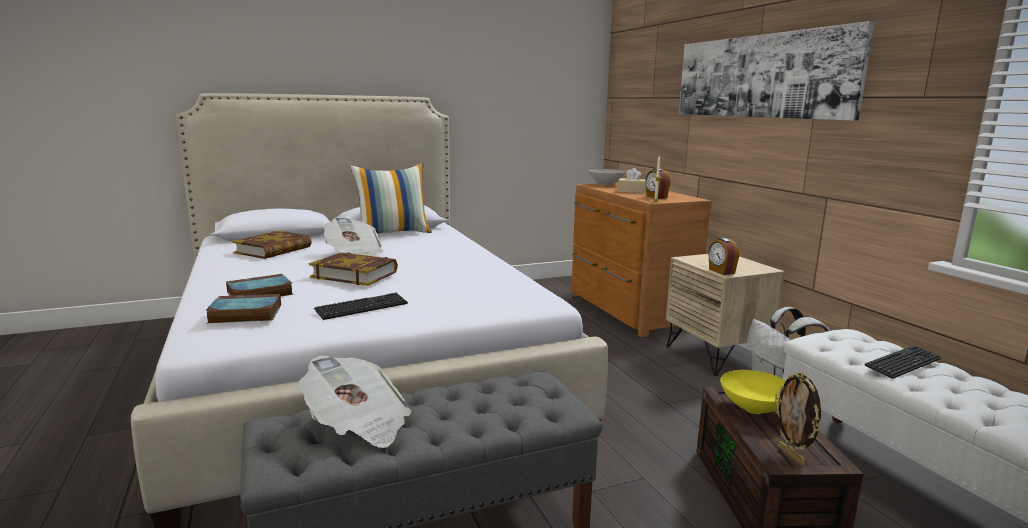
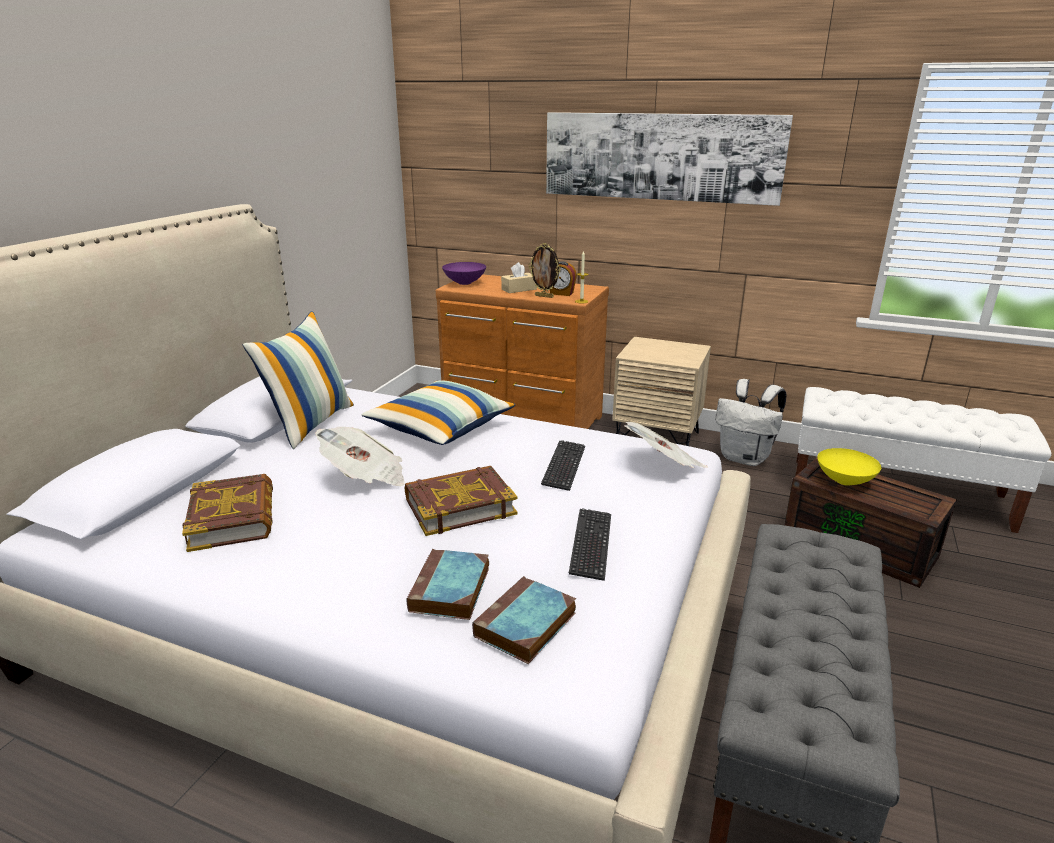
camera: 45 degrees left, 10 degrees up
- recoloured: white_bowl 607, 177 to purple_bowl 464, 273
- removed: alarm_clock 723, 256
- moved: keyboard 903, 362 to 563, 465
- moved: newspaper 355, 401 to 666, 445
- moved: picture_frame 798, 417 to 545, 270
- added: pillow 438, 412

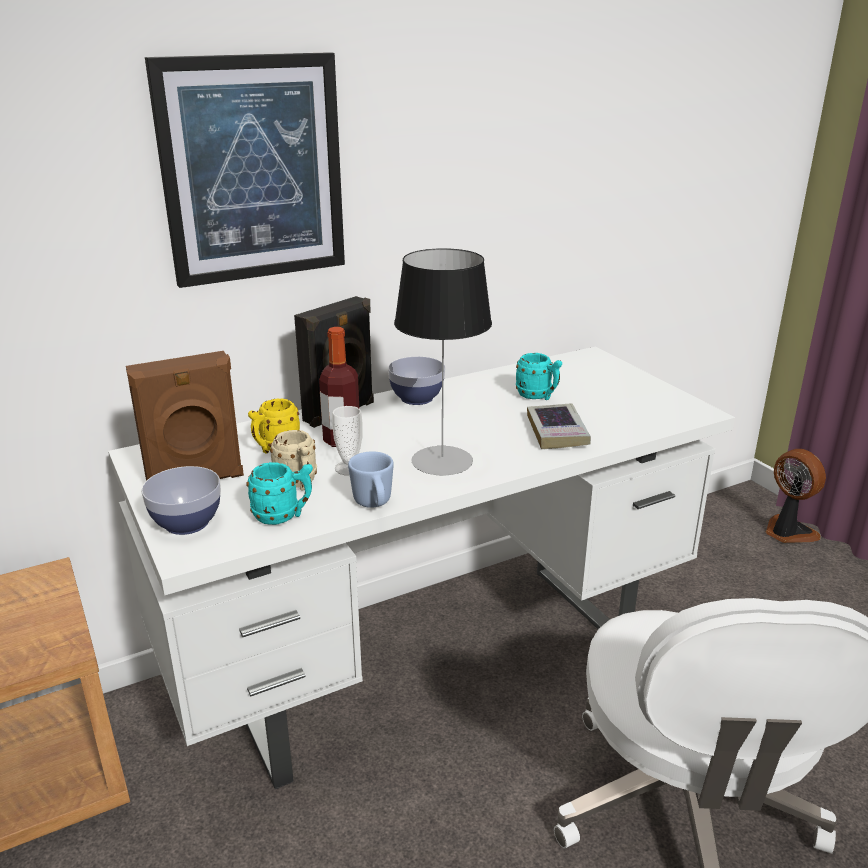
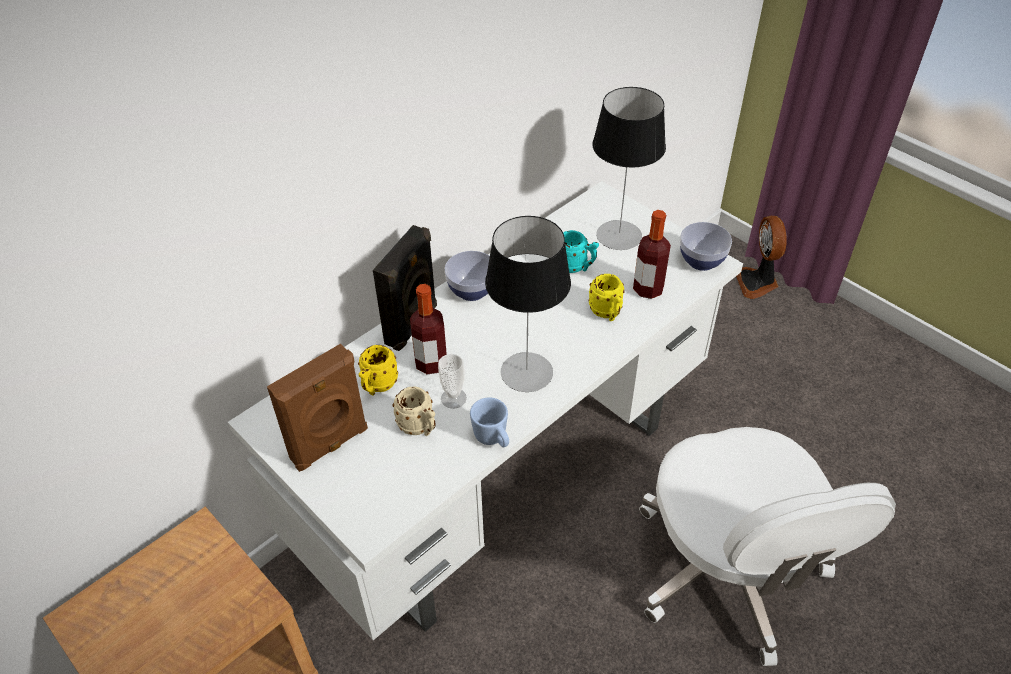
camera: 15 degrees left, 20 degrees up
- removed: picture 245, 170
- replaced: book 559, 426 to yellow_mug 607, 297
- turned: fan 795, 496 = 761, 257 135 degrees counterclockwise
- removed: turquoise_mug 280, 493
- moved: bowl 181, 500 to 706, 246
- added: table_lamp 629, 168
- added: bottle 652, 254

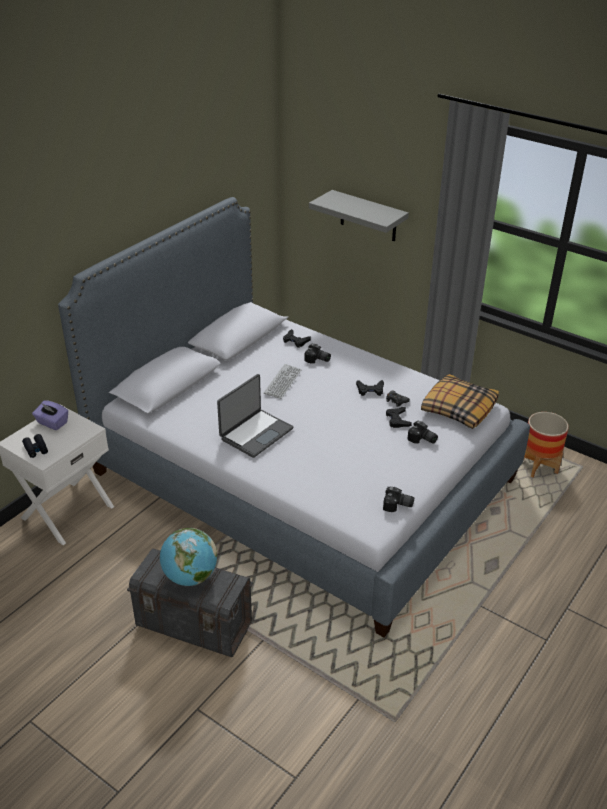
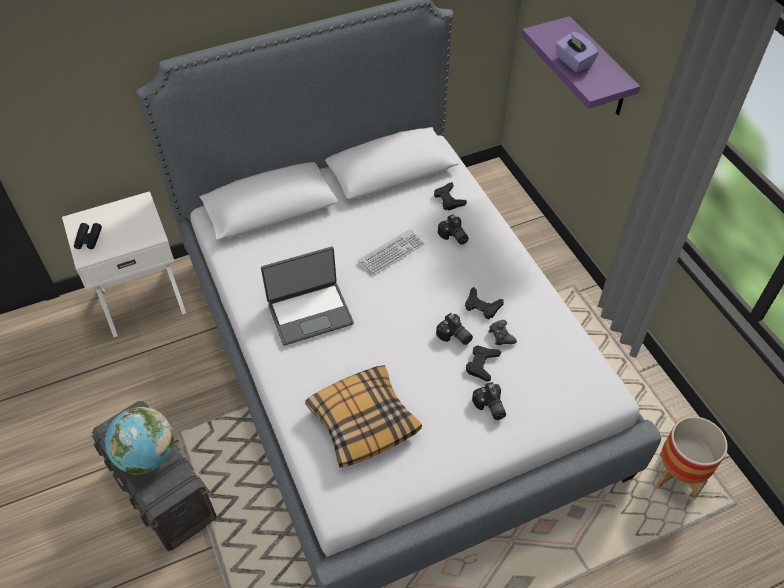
camera: 30 degrees right, 15 degrees up
- recoloured: grey_shelf 359, 215 to purple_shelf 580, 65
- moved: pillow 460, 401 to 363, 416
- moved: purple_tissue_box 50, 415 to 577, 52
- moved: photo_camera 398, 499 to 454, 329

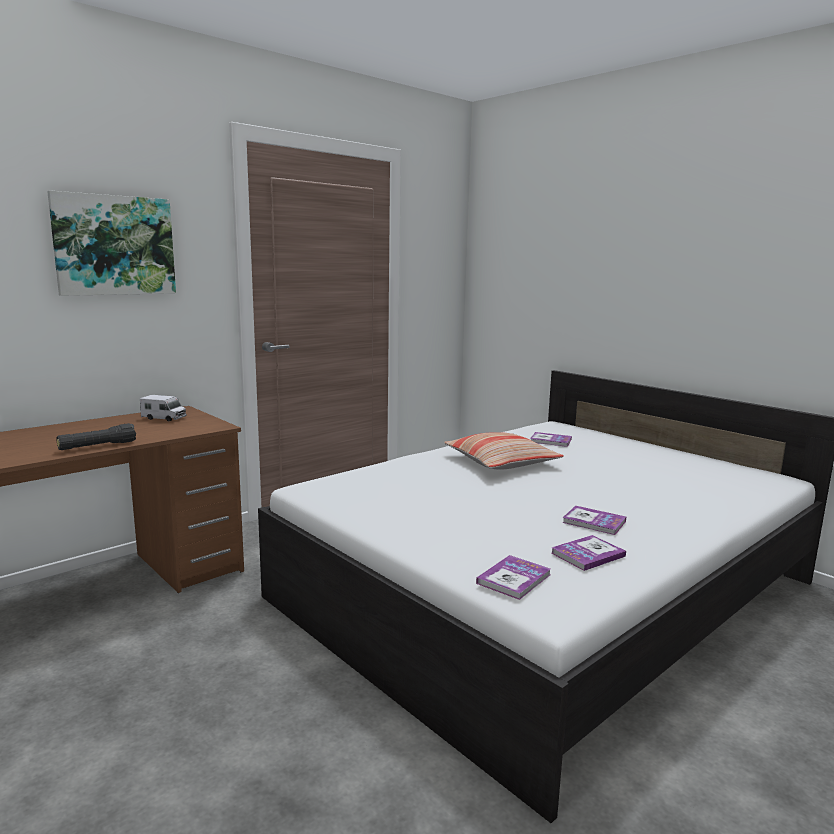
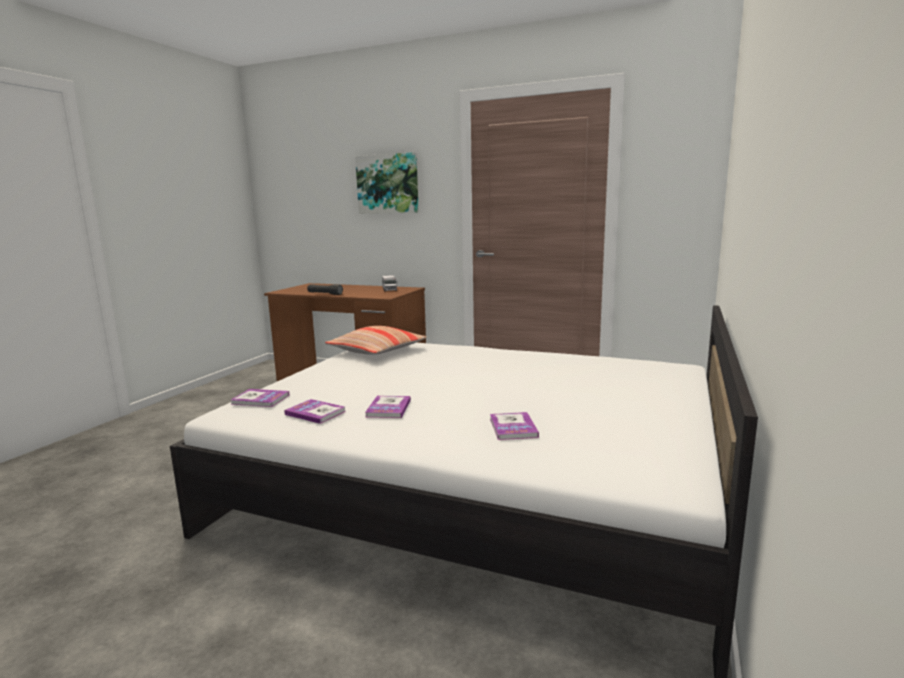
camera: 65 degrees right, 0 degrees up
- moved: pillow 504, 451 to 376, 340
- moved: book 551, 439 to 514, 426

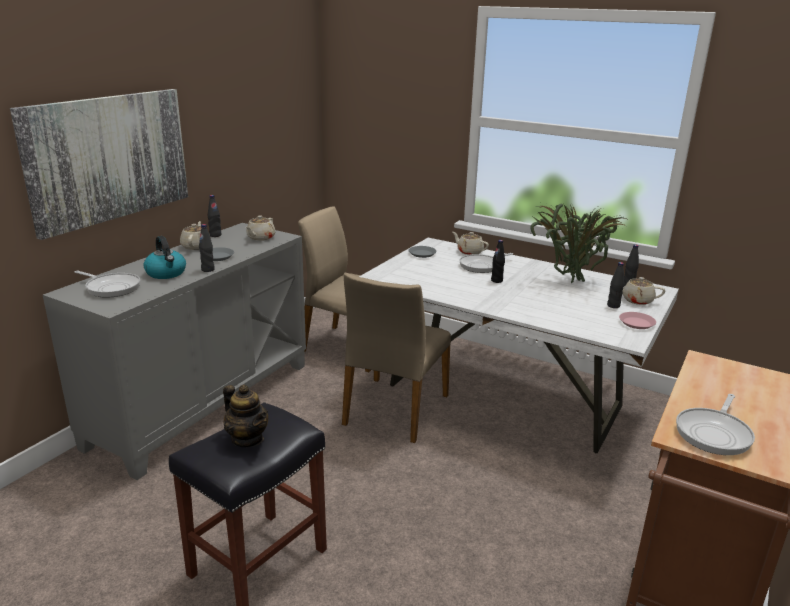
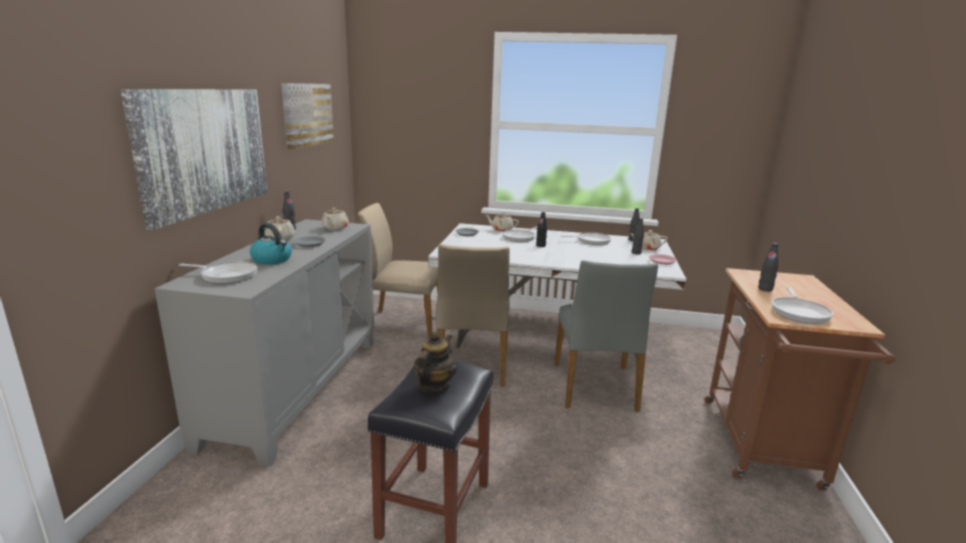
camera: 20 degrees left, 5 degrees down
- replaced: potted_plant 578, 242 to frying_pan 586, 238
- moved: black_bottle 207, 248 to 768, 267
- turned: teapot 245, 416 = 435, 362 90 degrees counterclockwise
- added: picture 307, 116
- added: grey_chair 606, 336

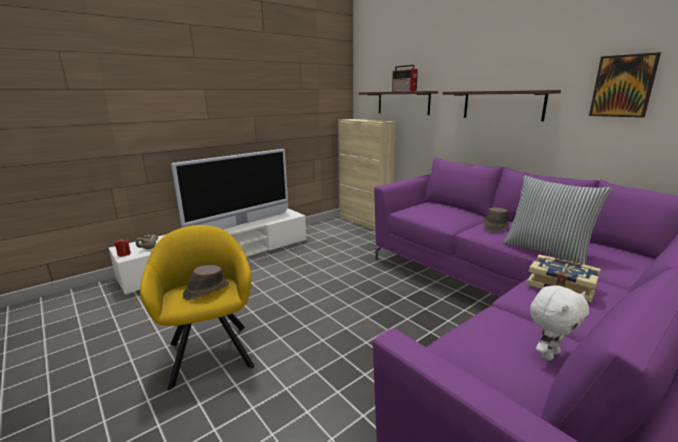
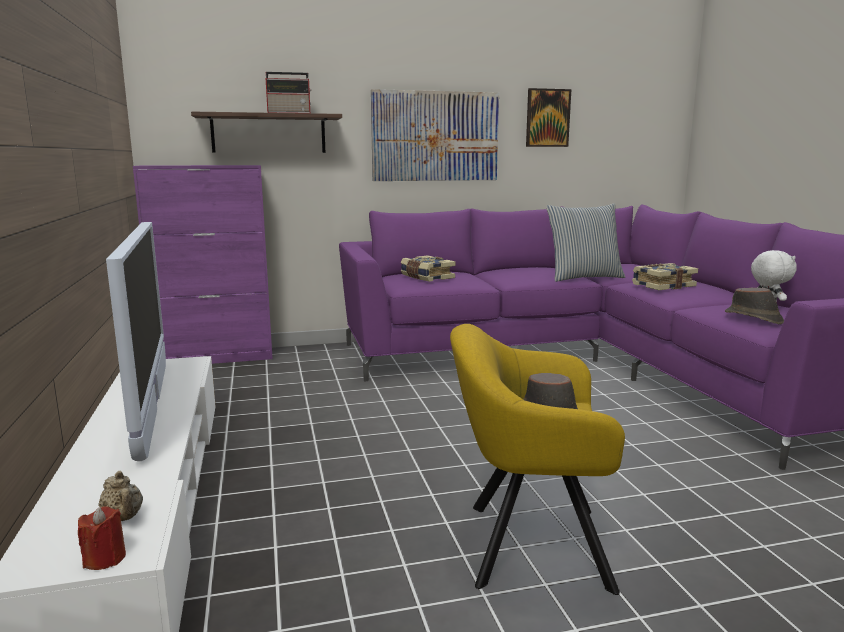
camera: 65 degrees left, 5 degrees down
- replaced: shelf 502, 105 to picture 435, 135
- recoloured: beige_cabinet 367, 174 to purple_cabinet 203, 264
- moved: brown_hat 496, 219 to 754, 306
- added: book 428, 268

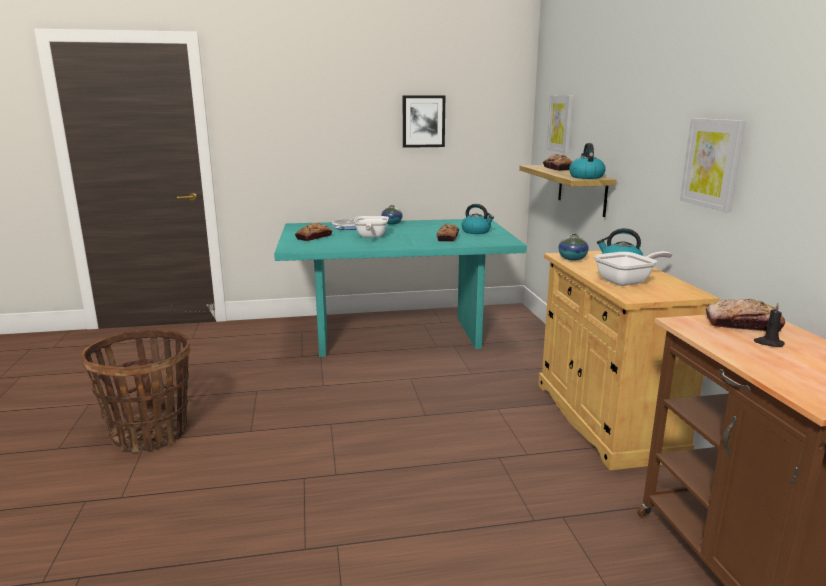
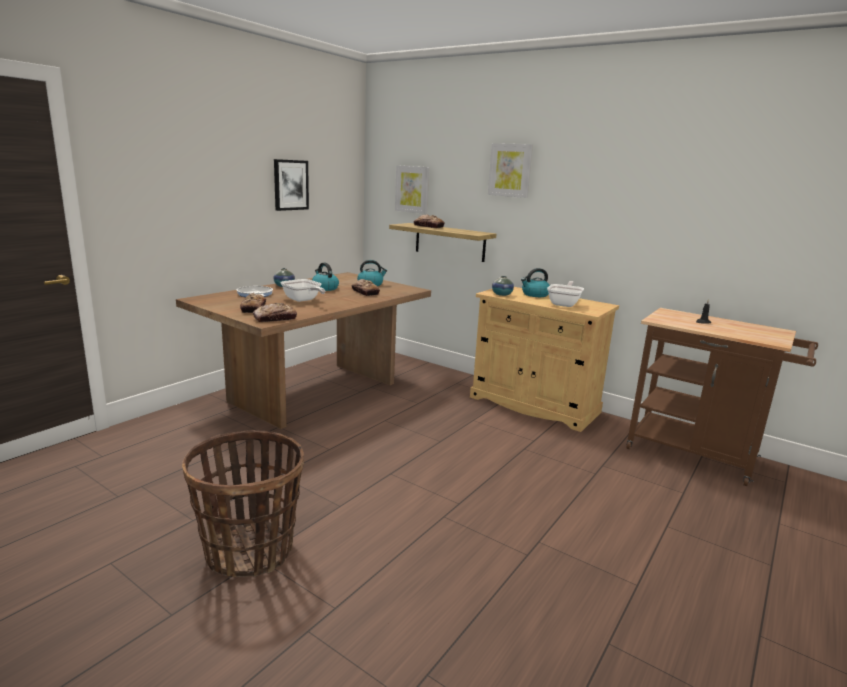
camera: 45 degrees left, 0 degrees up
- moved: picture 713, 165 to 510, 170
- moved: kettle 587, 161 to 325, 277
- recoloured: turquoise_dining_table 400, 288 to brown_dining_table 303, 350
- moved: bread 745, 315 to 275, 312

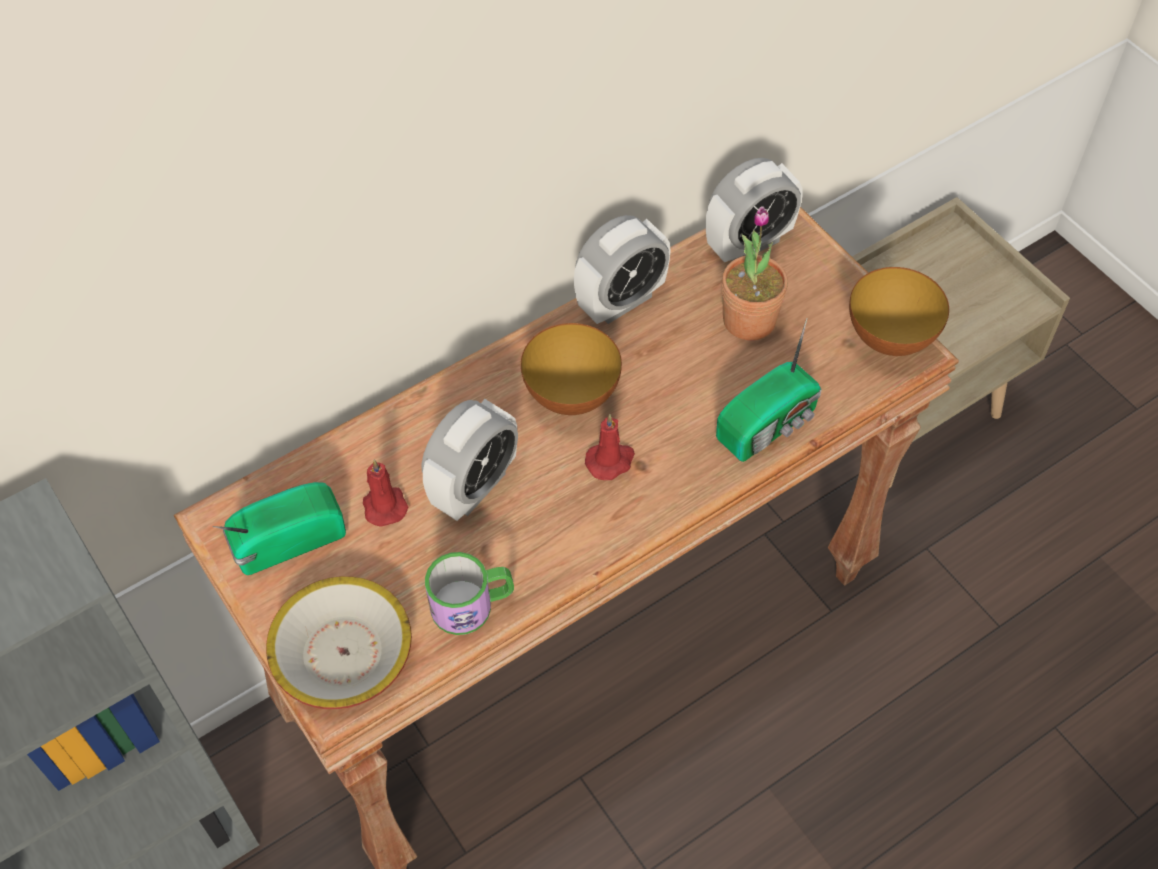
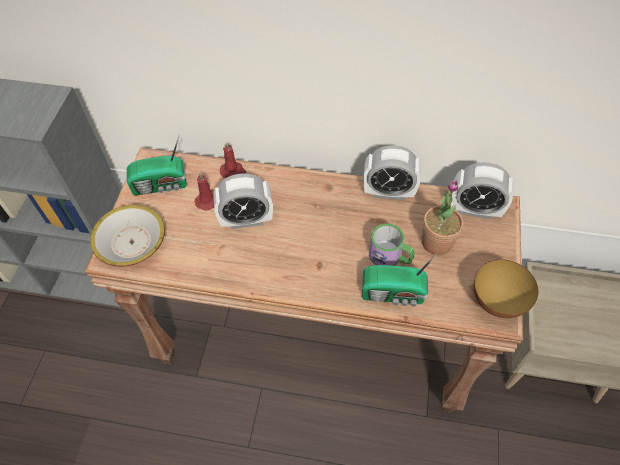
camera: 45 degrees right, 0 degrees up
- removed: bowl 571, 369
- moved: red_candle 610, 447 to 233, 160
- turned: radio 279, 528 = 157, 165 150 degrees clockwise
- moved: mug 469, 593 to 392, 244

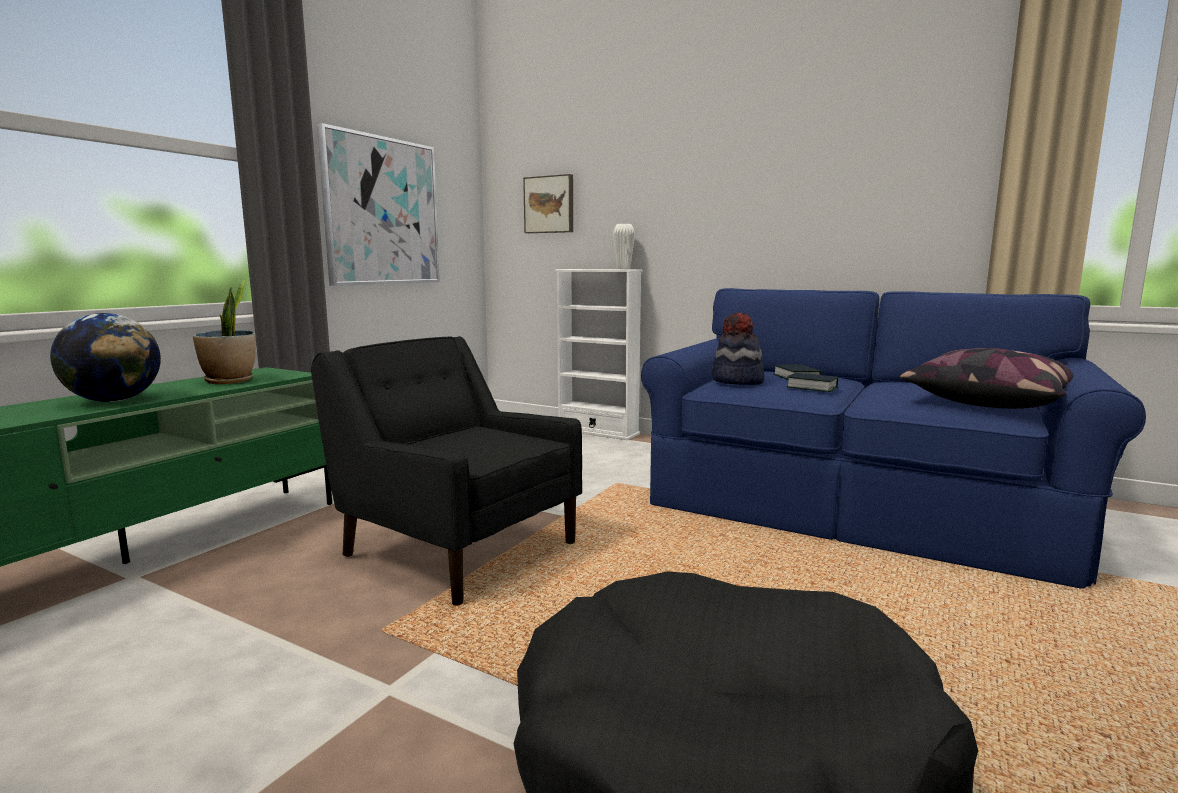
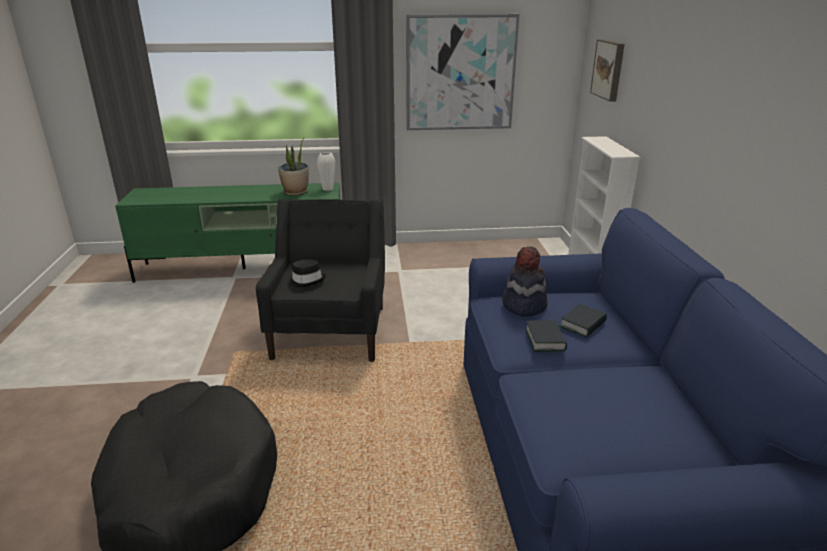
camera: 55 degrees right, 15 degrees up
- moved: white_vase 624, 246 to 326, 171
- removed: globe 105, 357
- removed: pillow 986, 378
- added: black_hat 306, 273

